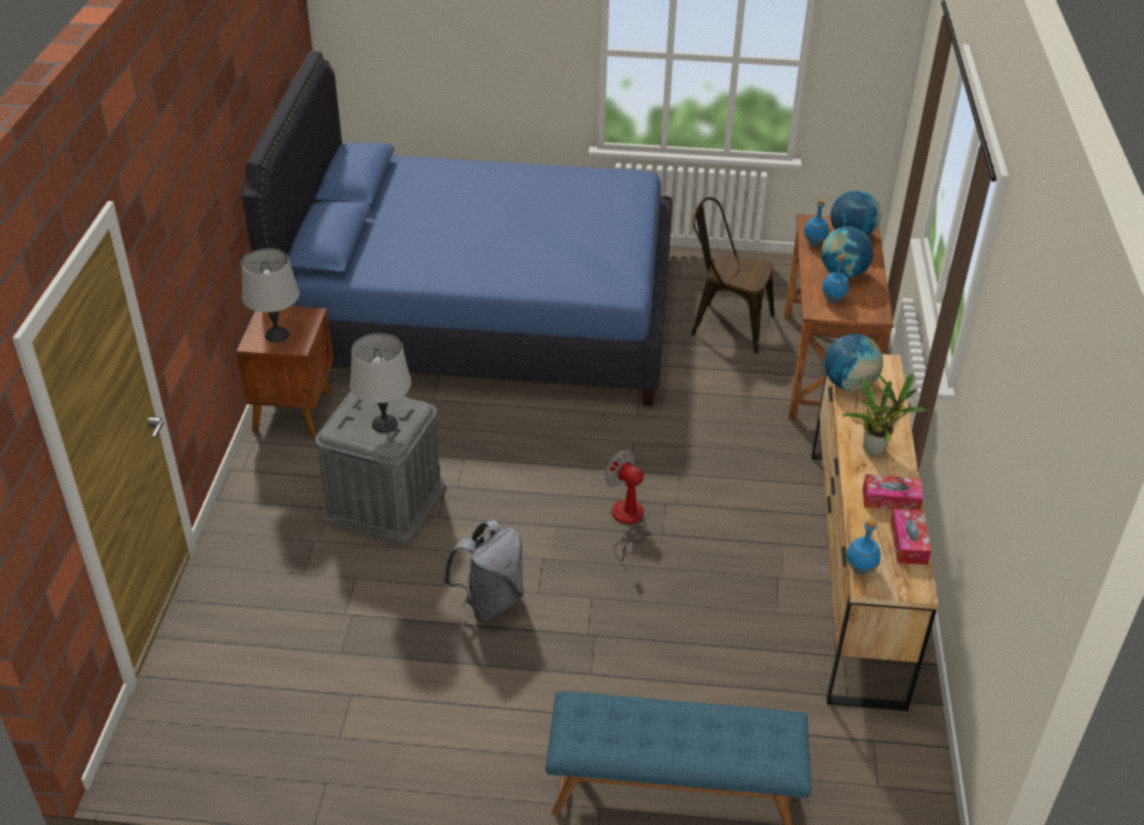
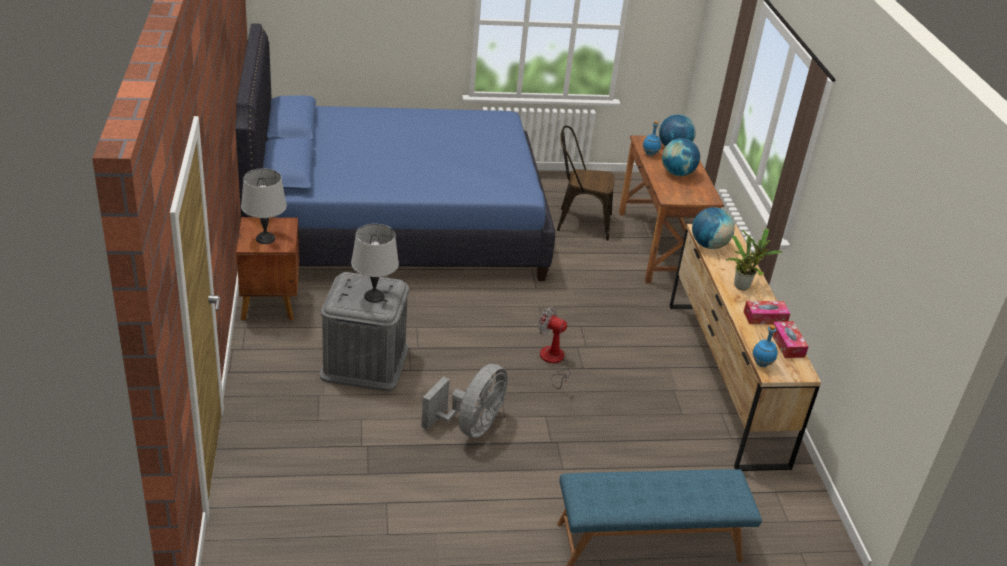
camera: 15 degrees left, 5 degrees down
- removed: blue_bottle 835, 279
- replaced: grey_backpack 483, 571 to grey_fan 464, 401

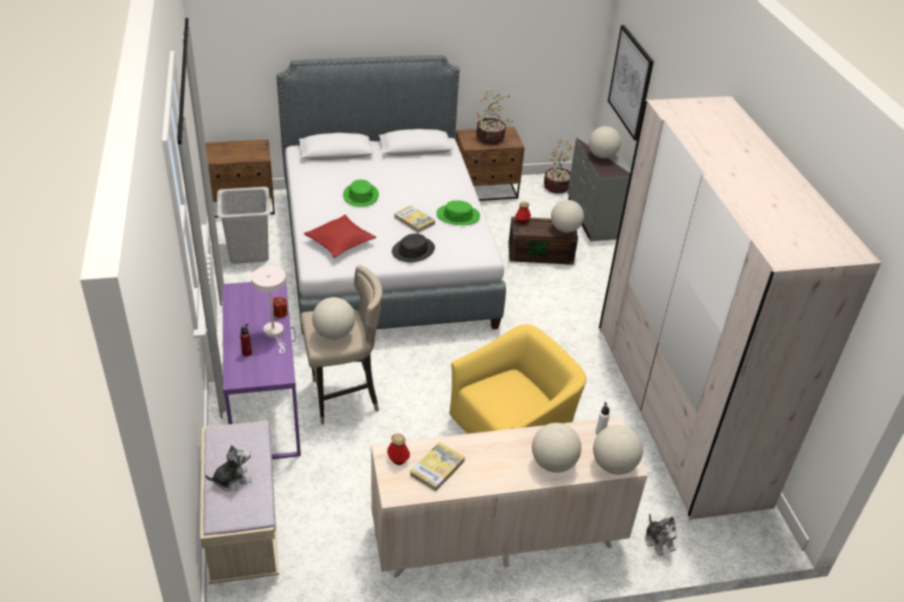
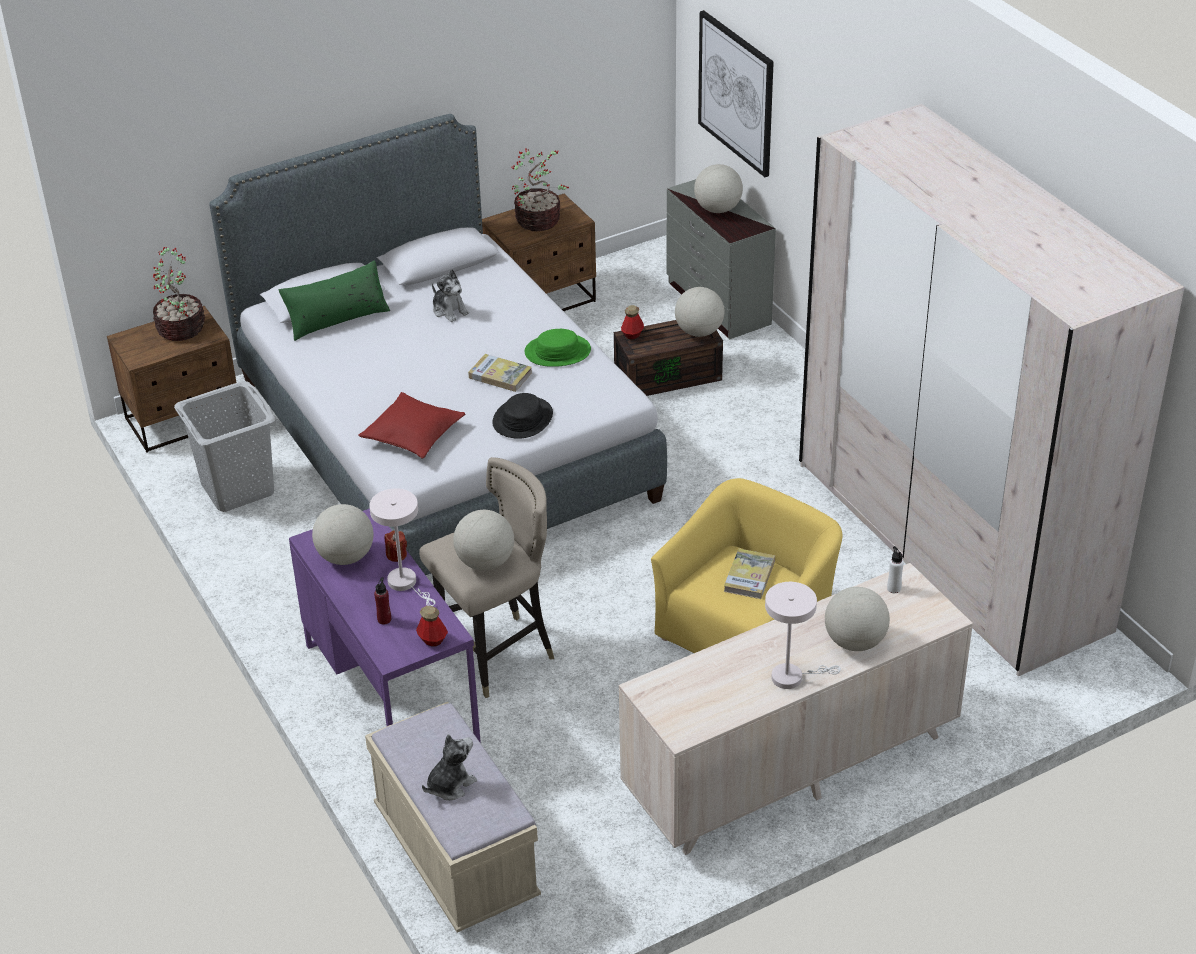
camera: 15 degrees left, 0 degrees up
- moved: potted_plant 558, 167 to 179, 294
- removed: green_hat 361, 193
- moved: globe 618, 450 to 343, 534
- moved: bottle 398, 449 to 432, 626
- moved: book 437, 467 to 749, 574
- moved: plush_toy 661, 535 to 450, 295
- added: green_pillow 334, 300
- added: white_table_lamp 803, 635

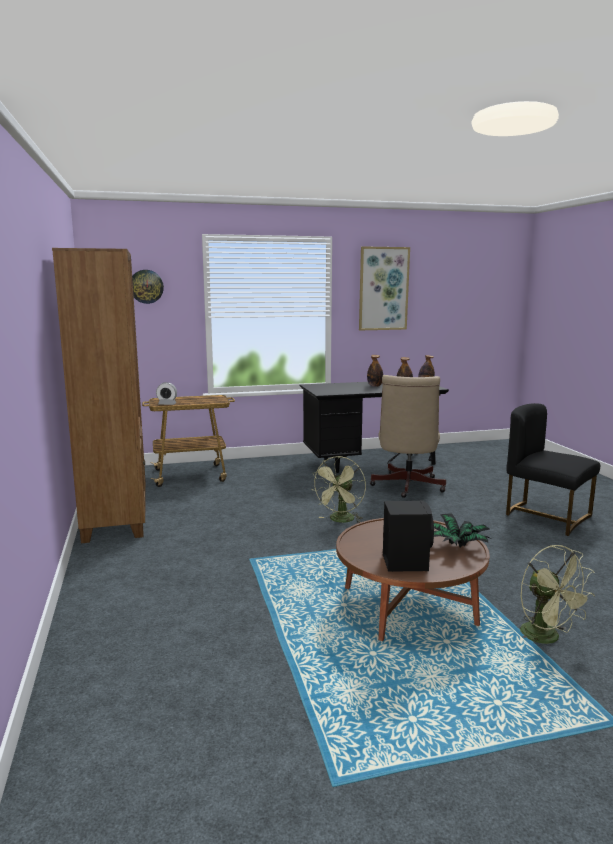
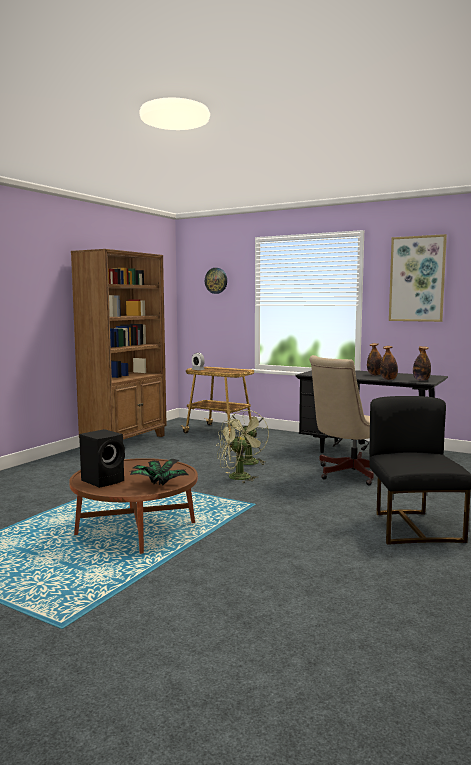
camera: 45 degrees right, 5 degrees down
- moved: green_fan 557, 594 to 246, 437

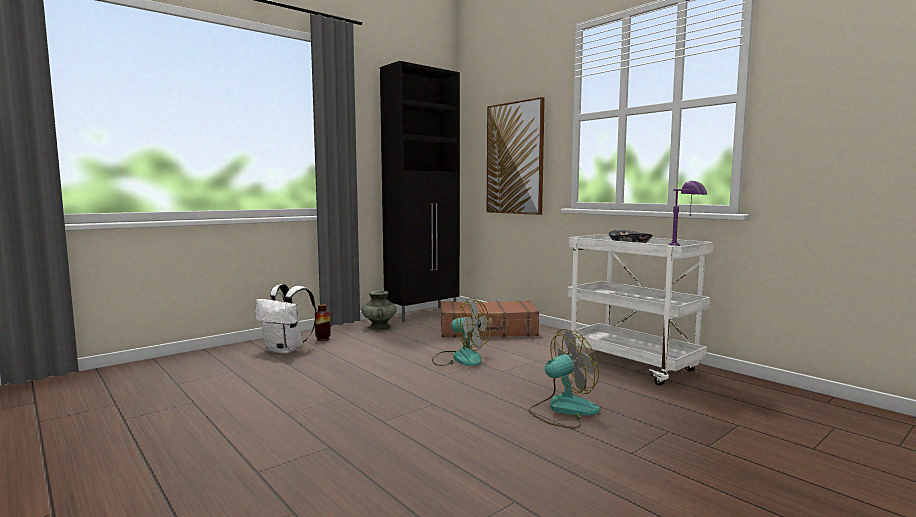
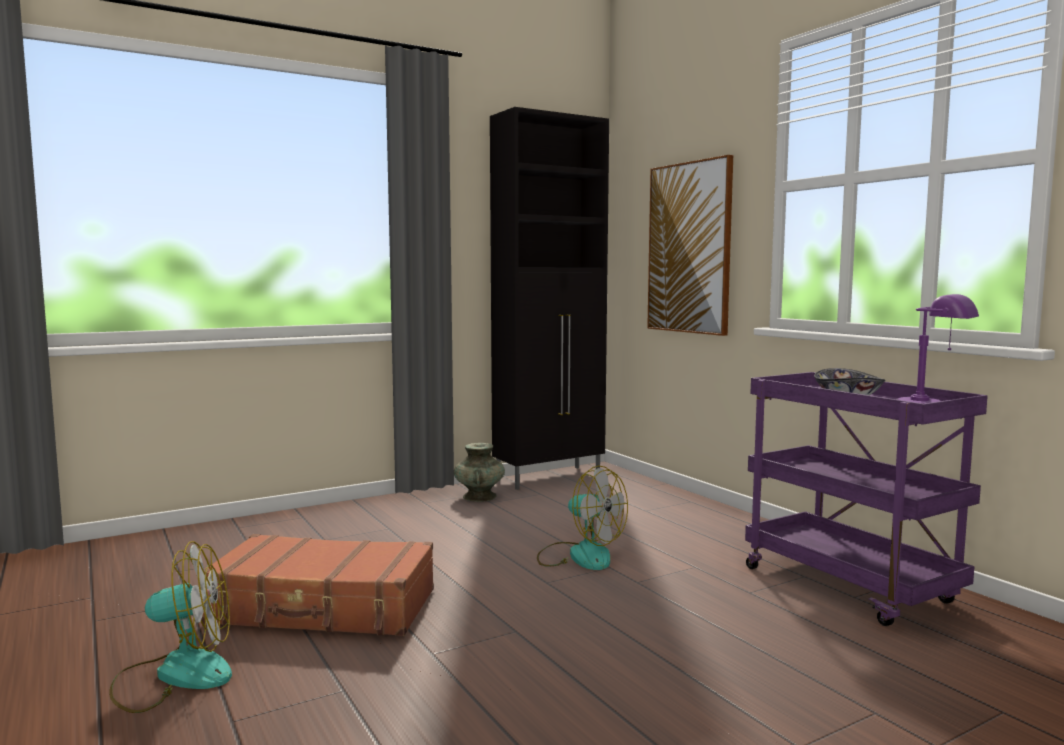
camera: 10 degrees right, 0 degrees up
- recoloured: white_cart 640, 310 to purple_cart 866, 499
- removed: white_backpack 286, 319
- moved: brown_suitcase 490, 318 to 317, 585
- removed: vase 323, 322
- moved: fan 564, 378 to 170, 627

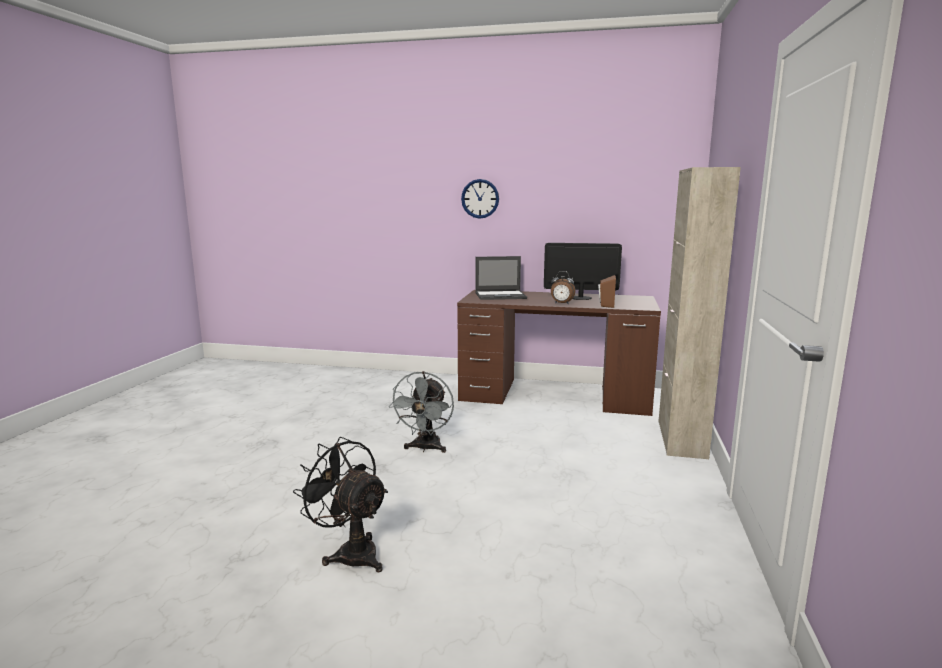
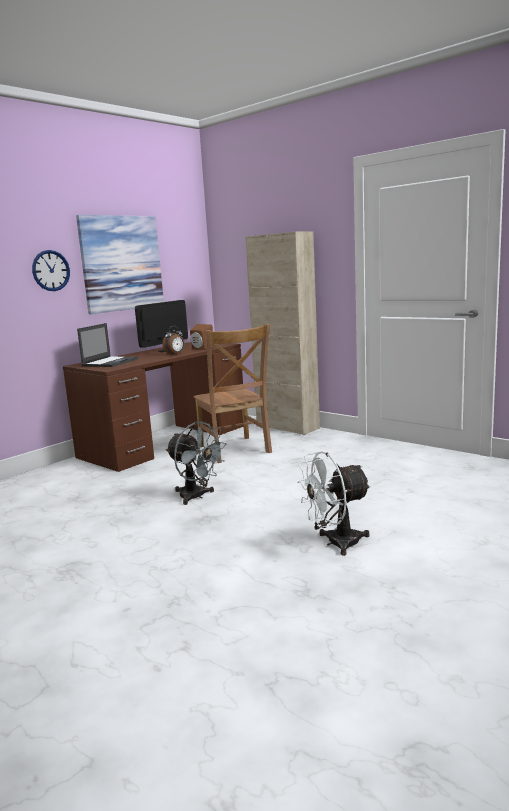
camera: 60 degrees left, 0 degrees up
- recoloured: black_fan 340, 504 to white_fan 334, 503
- added: picture 120, 264
- added: brown_chair 232, 393

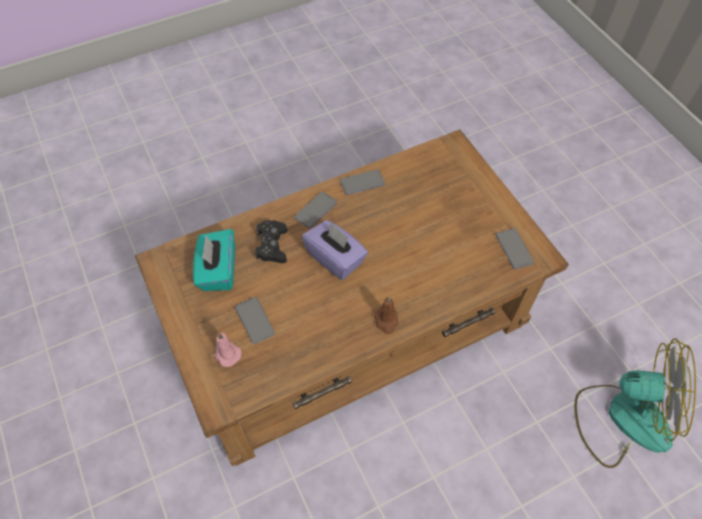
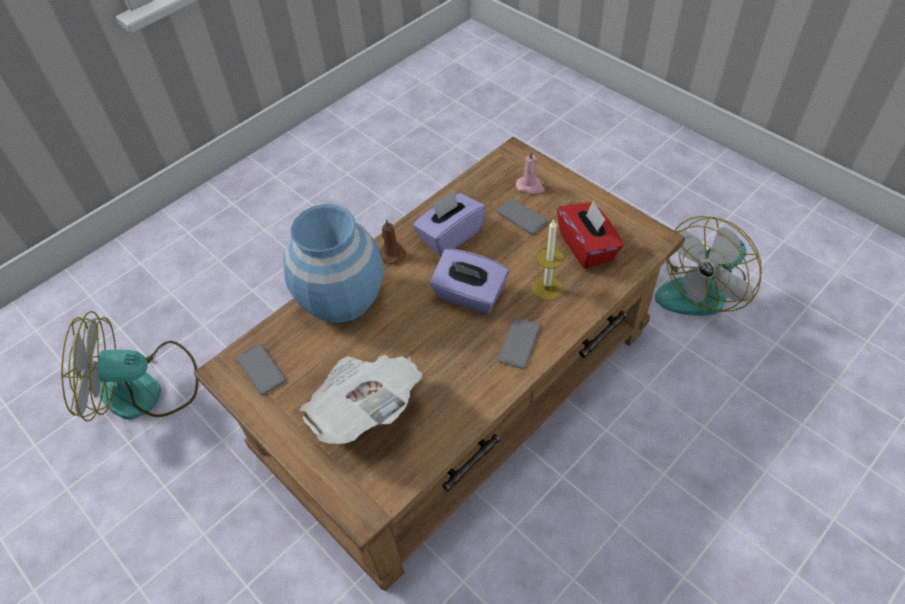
camera: 165 degrees right, 5 degrees down
- removed: phone 362, 182
- replaced: black_game_controller 271, 241 to candle 548, 260
- recoloured: turquoise_tissue_box 214, 260 to red_tissue_box 590, 234
- added: purple_tissue_box 449, 223
- added: blue_vase 333, 264
- added: fan 708, 266
- added: newspaper 360, 399

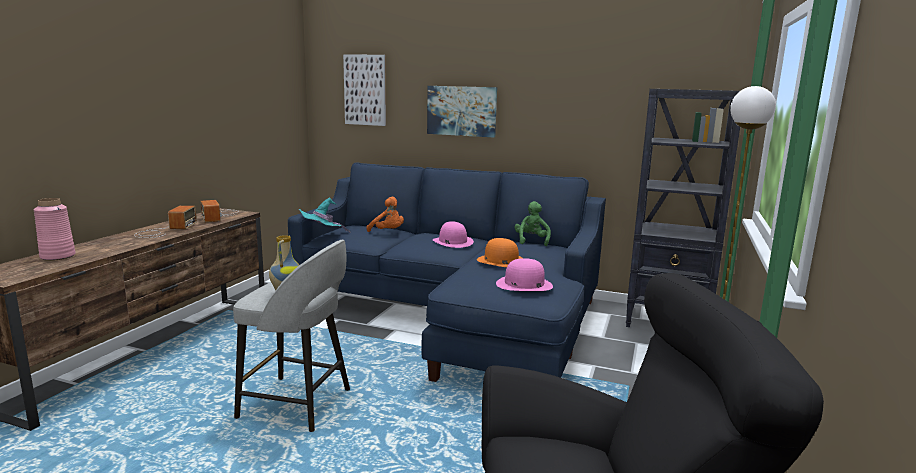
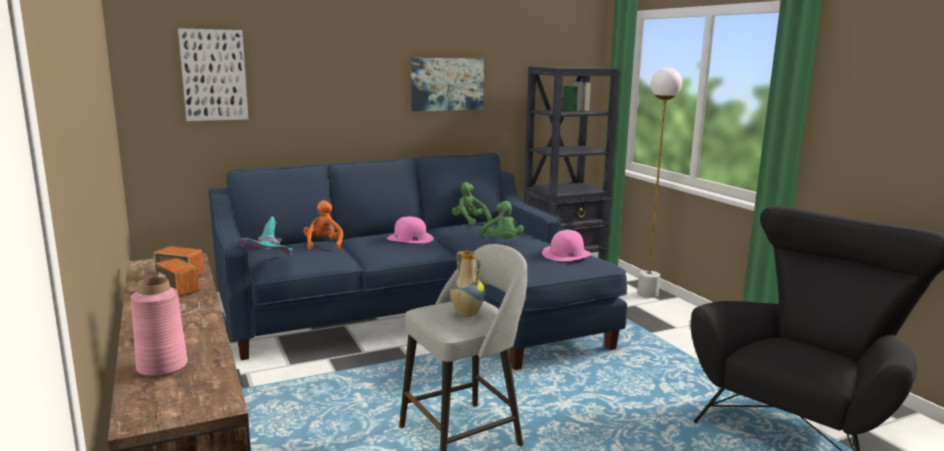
camera: 45 degrees left, 0 degrees up
- moved: picture 462, 112 to 447, 84
- turned: orange_plush_toy 385, 214 = 323, 225 90 degrees counterclockwise
- replaced: orange_hat 499, 252 to green_plush_toy 502, 220

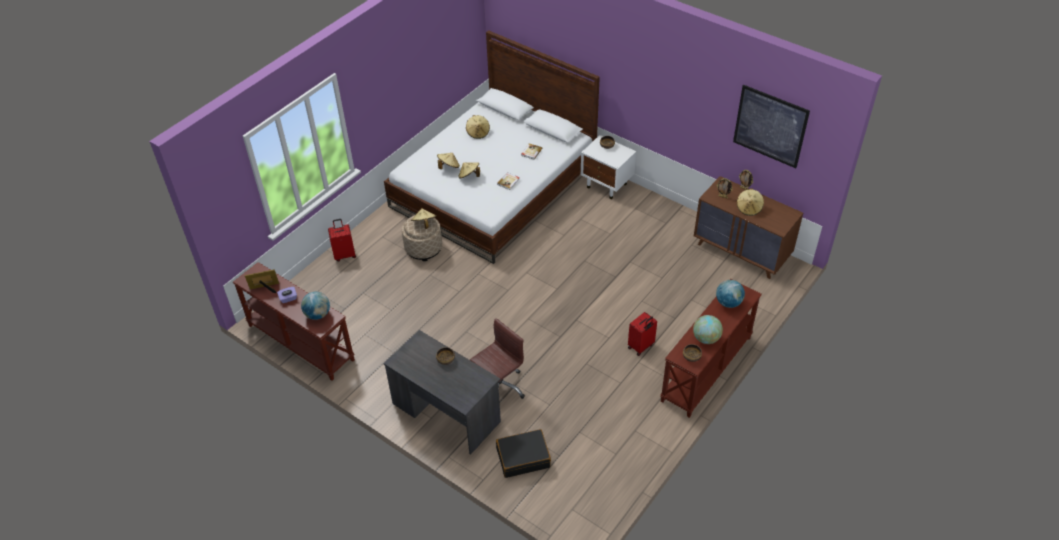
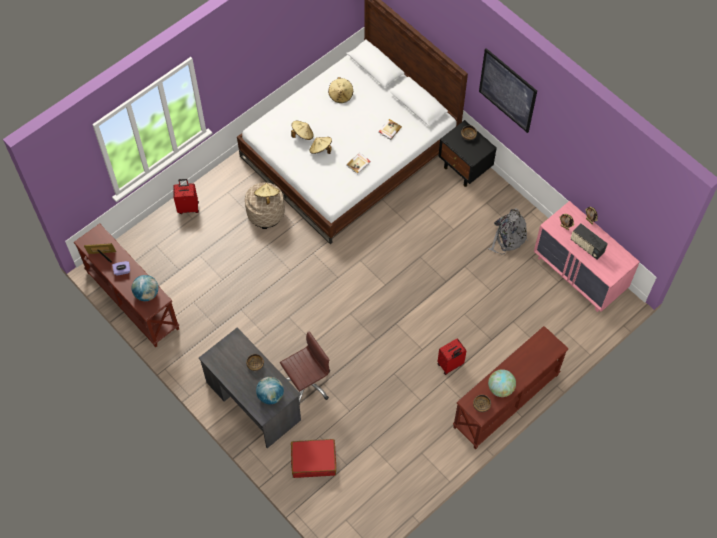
camera: 10 degrees right, 15 degrees up
- moved: picture 771, 126 to 508, 90
- recoloured: white_nightstand 608, 167 to black_nightstand 467, 153
- recoloured: brown_dresser 748, 227 to pink_dresser 587, 256
- replaced: beige_hat 750, 202 to radio 589, 242
- moved: globe 730, 294 to 270, 390
- recoloured: black_suitcase 523, 453 to red_suitcase 313, 458
- added: grey_backpack 508, 231

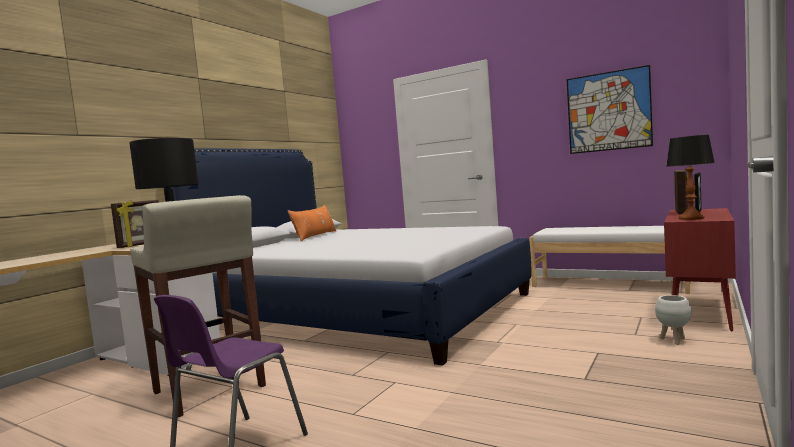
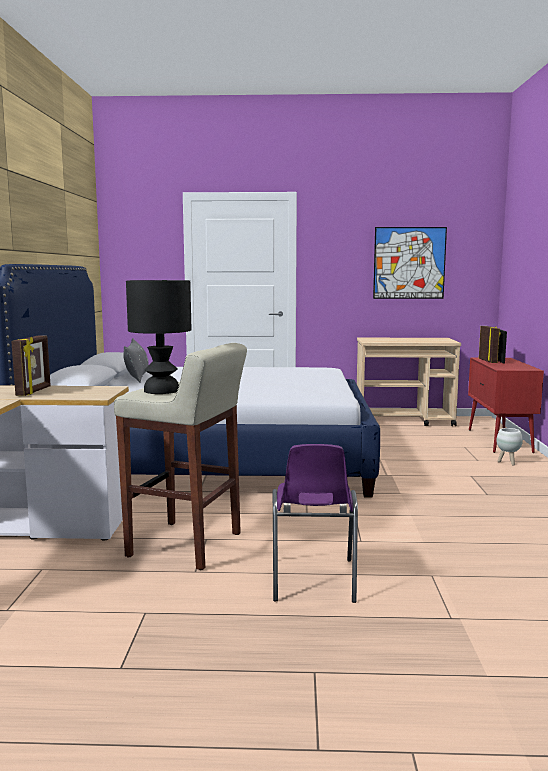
camera: 30 degrees left, 5 degrees up
- removed: table_lamp 690, 177
- recoloured: orange_pillow 311, 223 to grey_pillow 136, 360
- replaced: white_bench 610, 260 to beige_cart 409, 382

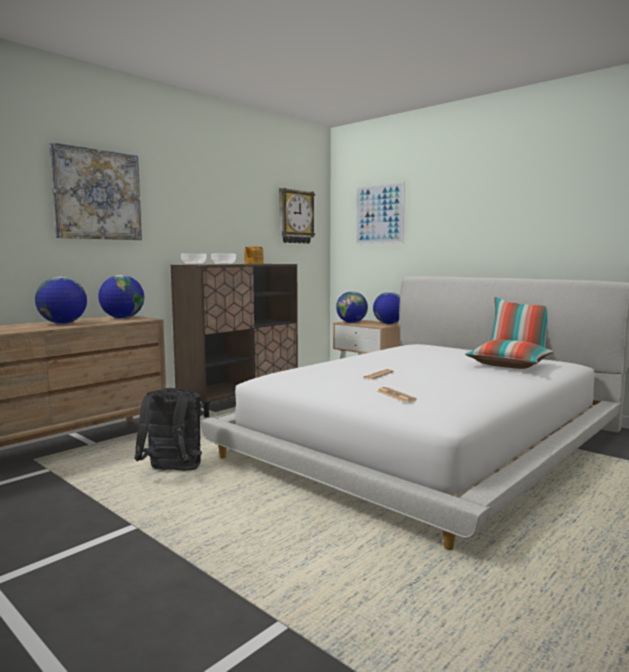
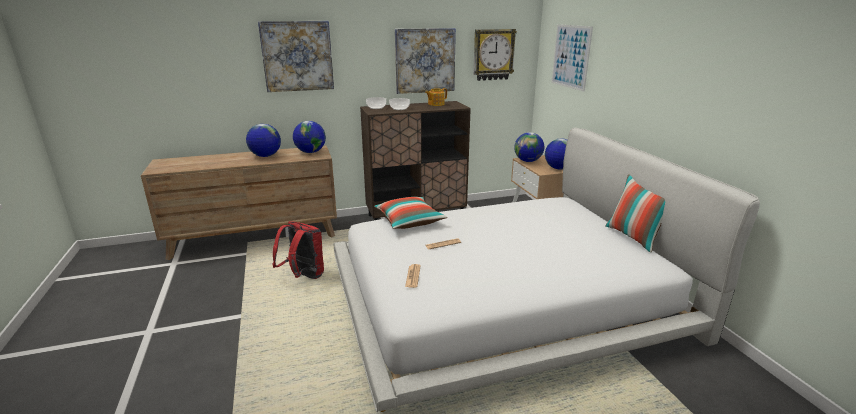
camera: 30 degrees right, 15 degrees up
- moved: pillow 509, 354 to 410, 213
- recoloured: black_backpack 168, 429 to red_backpack 298, 250
- added: picture 425, 61

